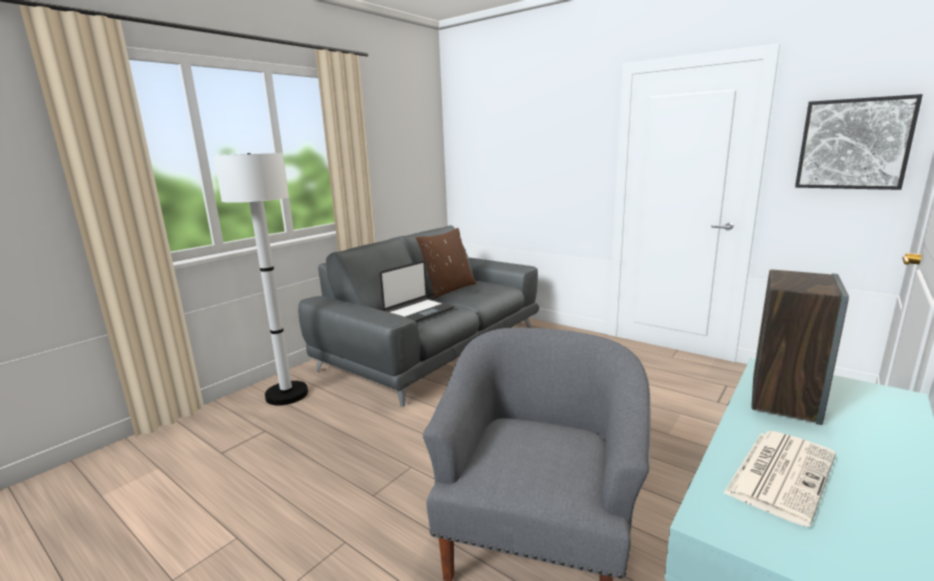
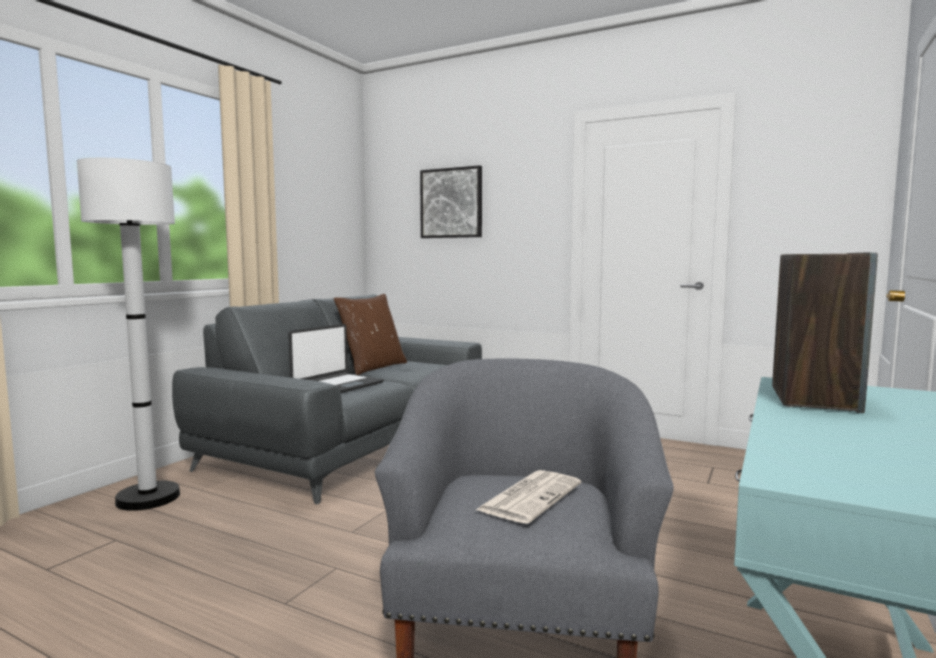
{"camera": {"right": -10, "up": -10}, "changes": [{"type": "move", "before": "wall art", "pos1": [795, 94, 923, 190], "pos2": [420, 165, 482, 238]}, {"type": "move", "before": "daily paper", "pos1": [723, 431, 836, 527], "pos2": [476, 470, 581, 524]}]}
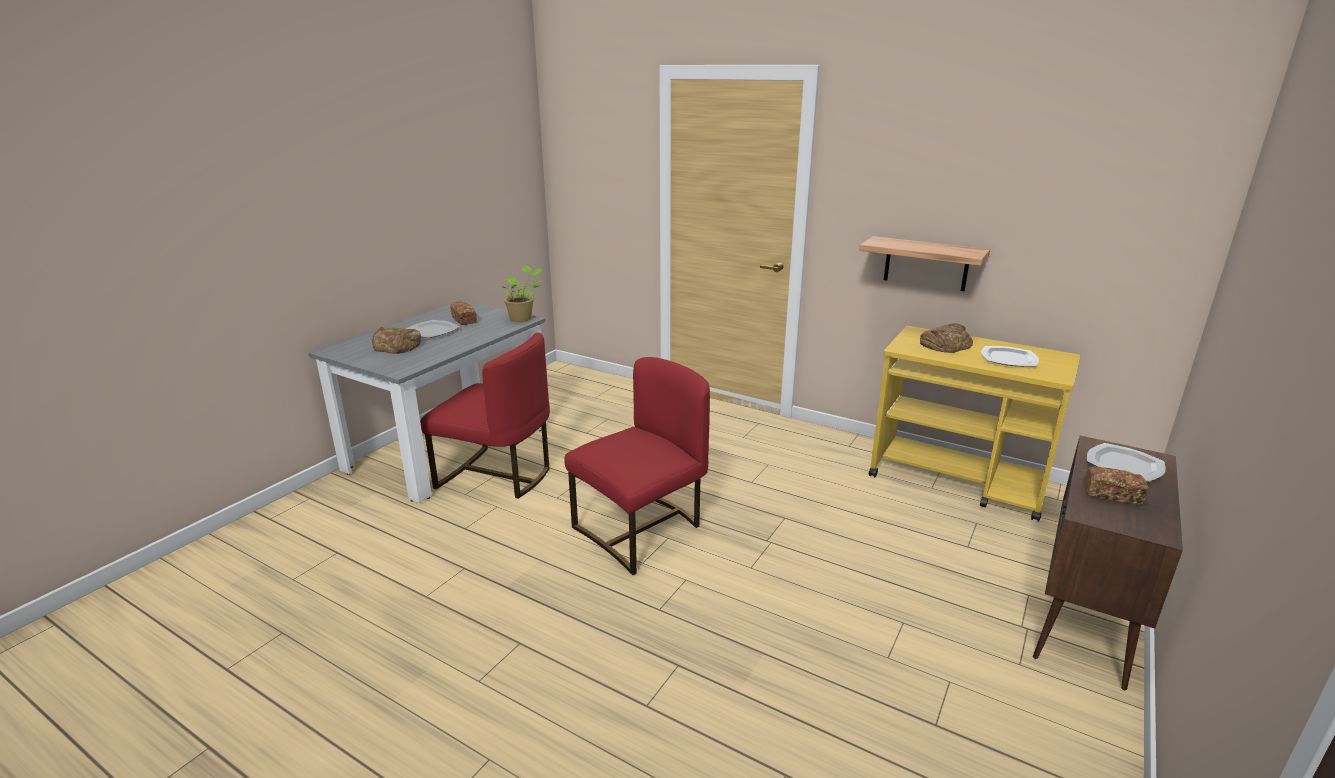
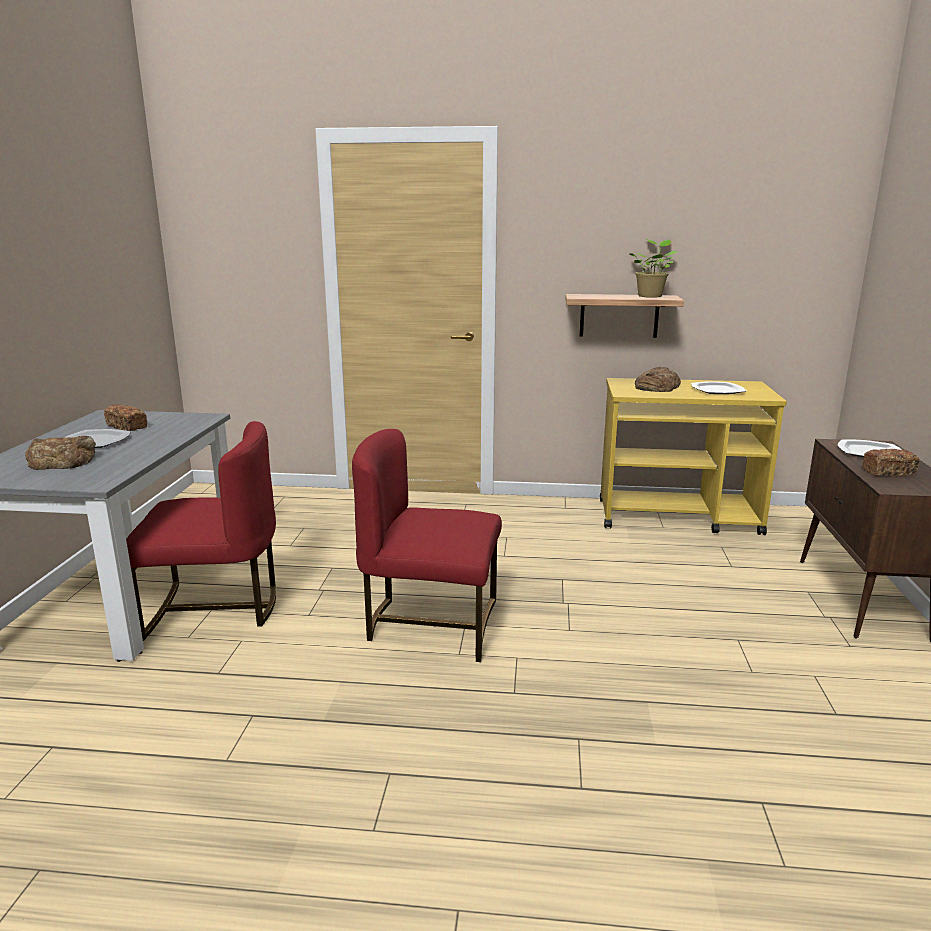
{"camera": {"right": -25, "up": -5}, "changes": [{"type": "move", "before": "plant in a pot", "pos1": [500, 265, 542, 322], "pos2": [629, 239, 677, 298]}, {"type": "rotate", "before": "reddish upright chair", "pos1": [564, 357, 710, 575], "pos2": [352, 429, 502, 662], "turn": -105}]}
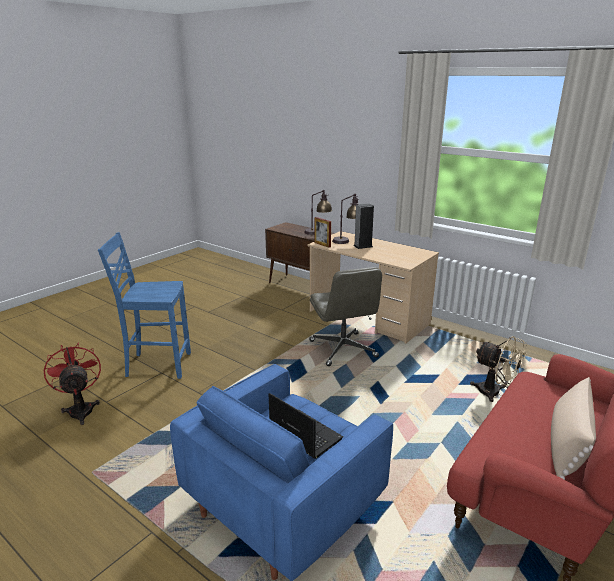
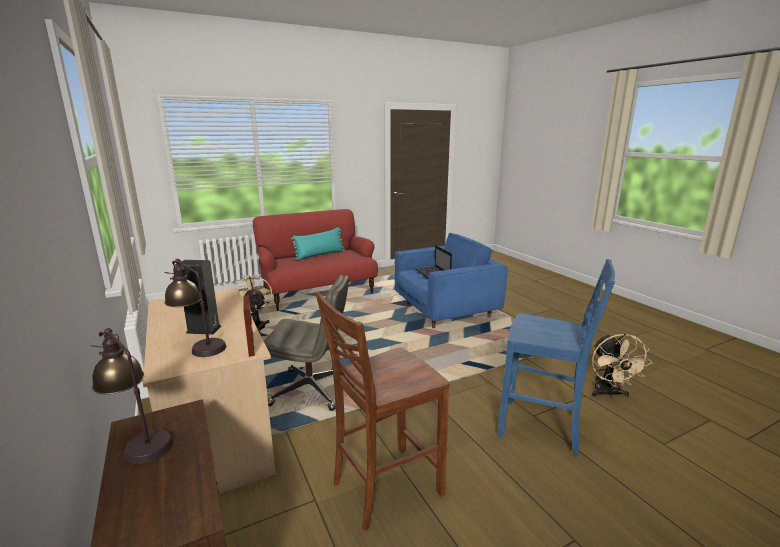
{"camera": {"right": -155, "up": -5}, "changes": [{"type": "rotate", "before": "gray computer chair", "pos1": [309, 267, 382, 366], "pos2": [264, 275, 349, 411], "turn": 90}, {"type": "recolor", "before": "reddish cooling fan", "after": "sand-coloured cooling fan", "pos1": [44, 342, 101, 425], "pos2": [592, 333, 652, 398]}, {"type": "recolor", "before": "sand-coloured throw pillow", "after": "turquoise throw pillow", "pos1": [551, 377, 596, 480], "pos2": [291, 227, 345, 260]}, {"type": "insert", "after": "brown upright chair", "pos2": [315, 291, 450, 531]}]}
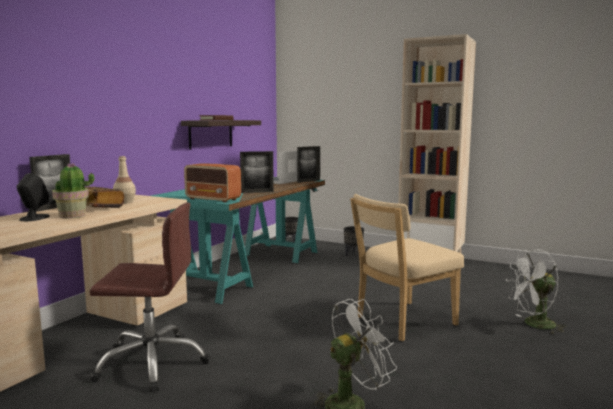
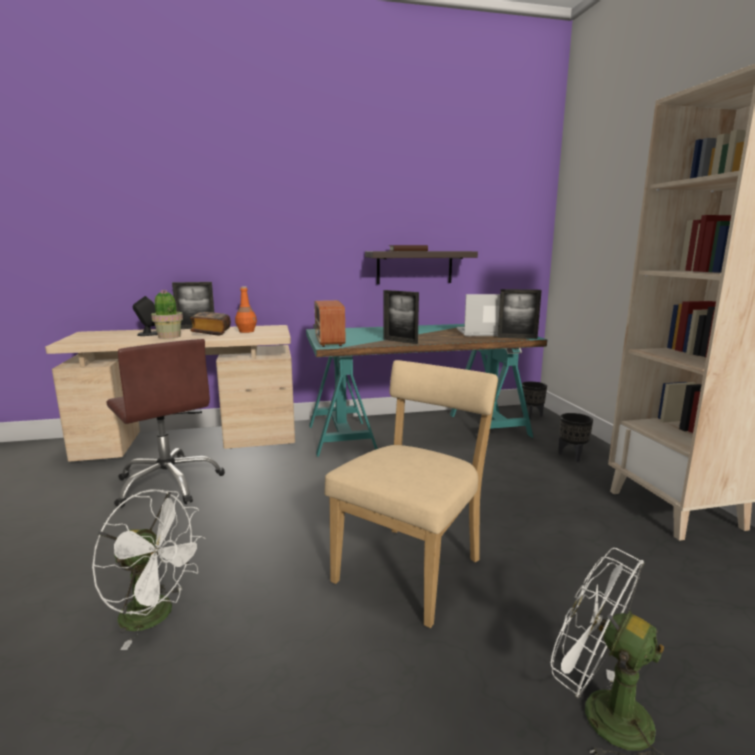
{"camera": {"right": 50, "up": 5}, "changes": [{"type": "recolor", "before": "sand-coloured beverage bottle", "after": "orange-coloured beverage bottle", "pos1": [113, 156, 136, 203], "pos2": [235, 286, 257, 333]}, {"type": "rotate", "before": "sand-coloured upright chair", "pos1": [350, 194, 464, 341], "pos2": [324, 360, 498, 628], "turn": 105}]}
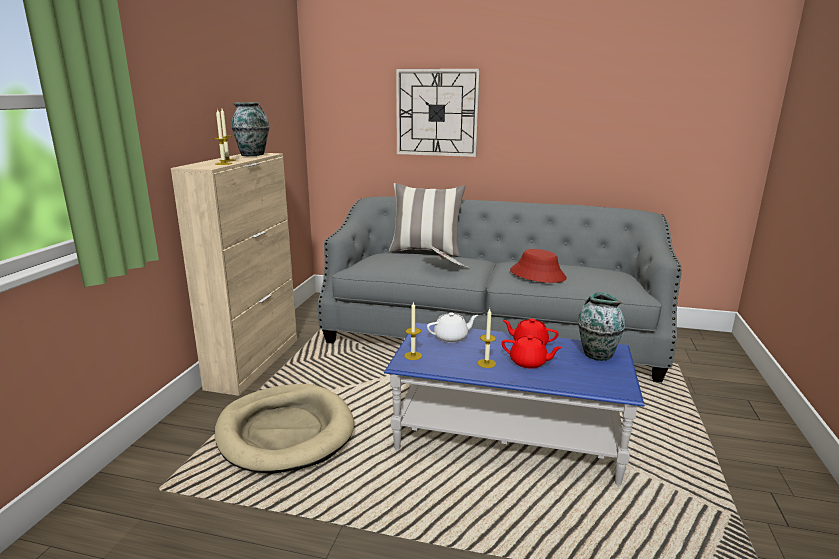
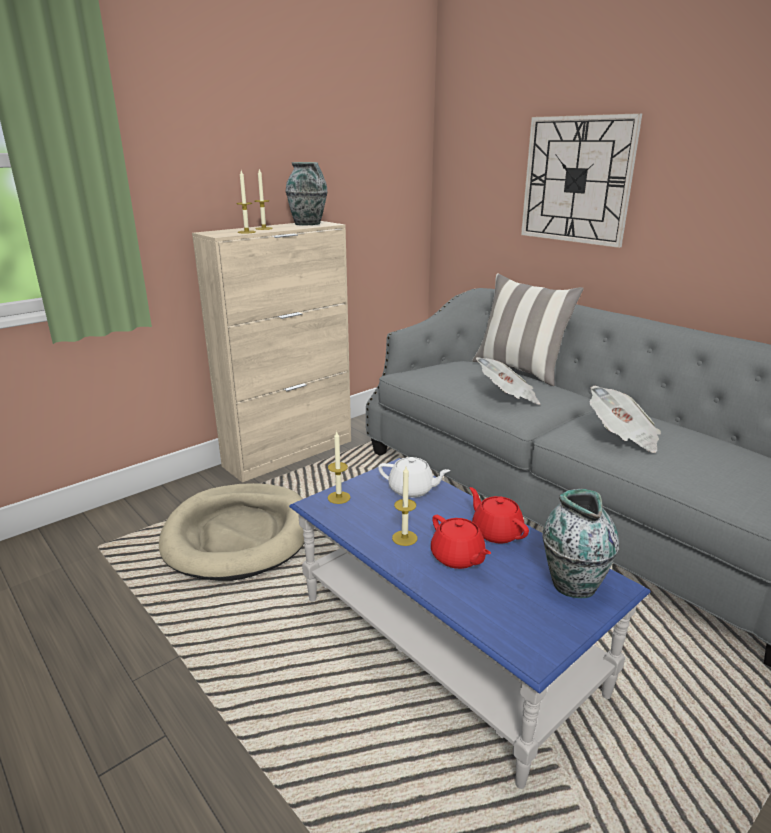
{"camera": {"right": 35, "up": 5}, "changes": [{"type": "replace", "before": "reddish wearable hat", "after": "daily paper", "pos1": [510, 249, 567, 283], "pos2": [589, 386, 661, 453]}]}
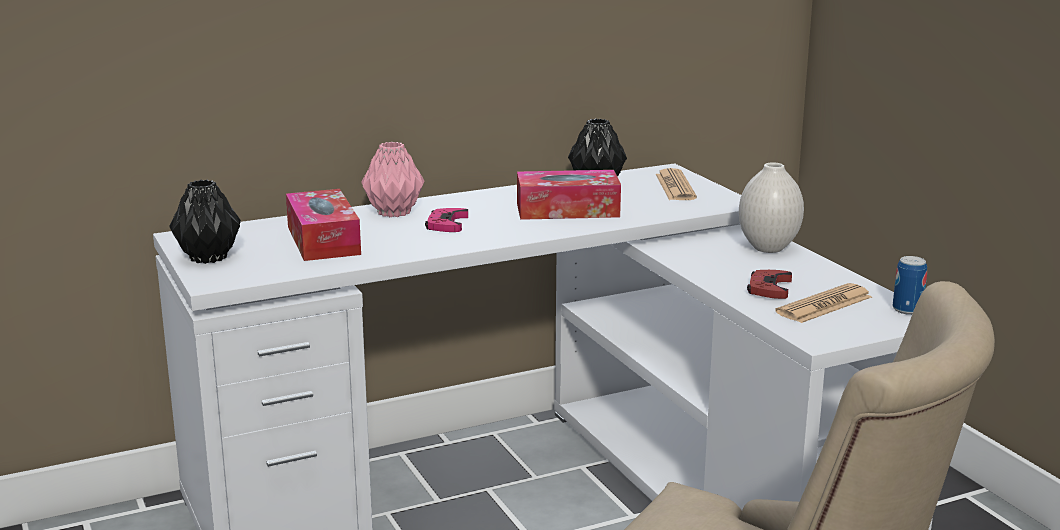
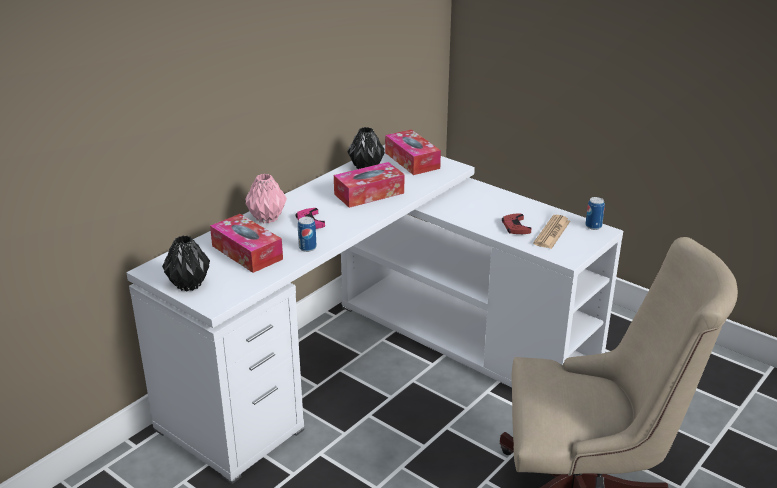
{"camera": {"right": -25, "up": 10}, "changes": [{"type": "delete", "before": "white flower vase", "pos1": [739, 162, 804, 253]}, {"type": "replace", "before": "daily paper", "after": "box of tissues", "pos1": [656, 168, 697, 200], "pos2": [385, 129, 441, 175]}, {"type": "insert", "after": "can", "pos2": [298, 217, 316, 252]}]}
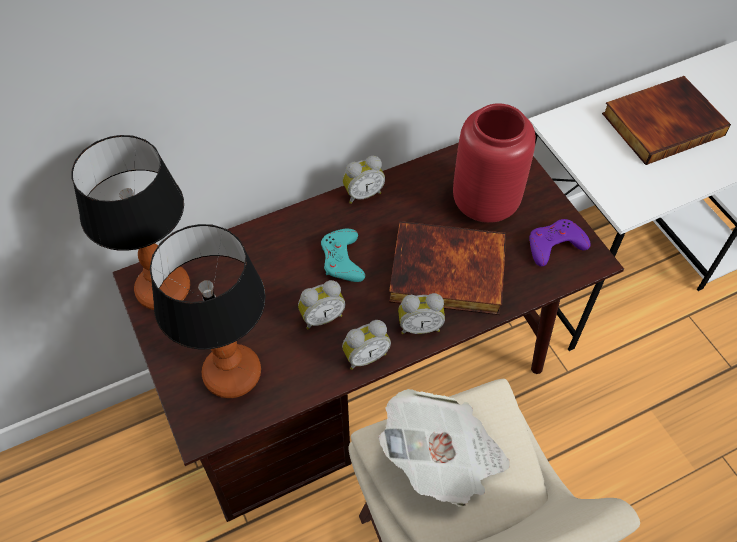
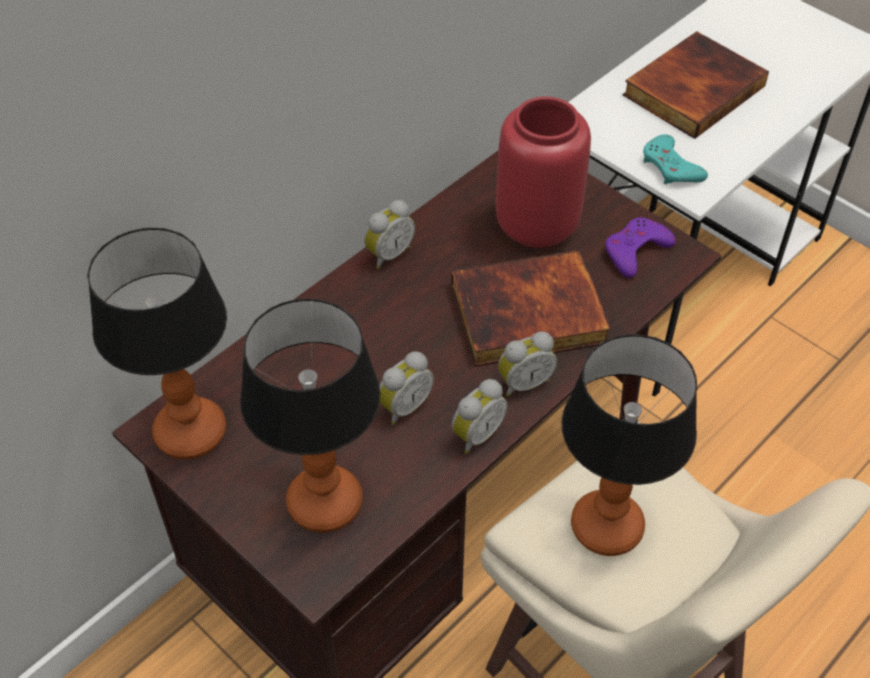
{"camera": {"right": -20, "up": -5}, "changes": [{"type": "move", "before": "turquoise gamepad", "pos1": [321, 228, 365, 282], "pos2": [643, 134, 708, 185]}, {"type": "replace", "before": "daily paper", "after": "table lamp", "pos1": [378, 389, 510, 507], "pos2": [562, 334, 697, 556]}]}
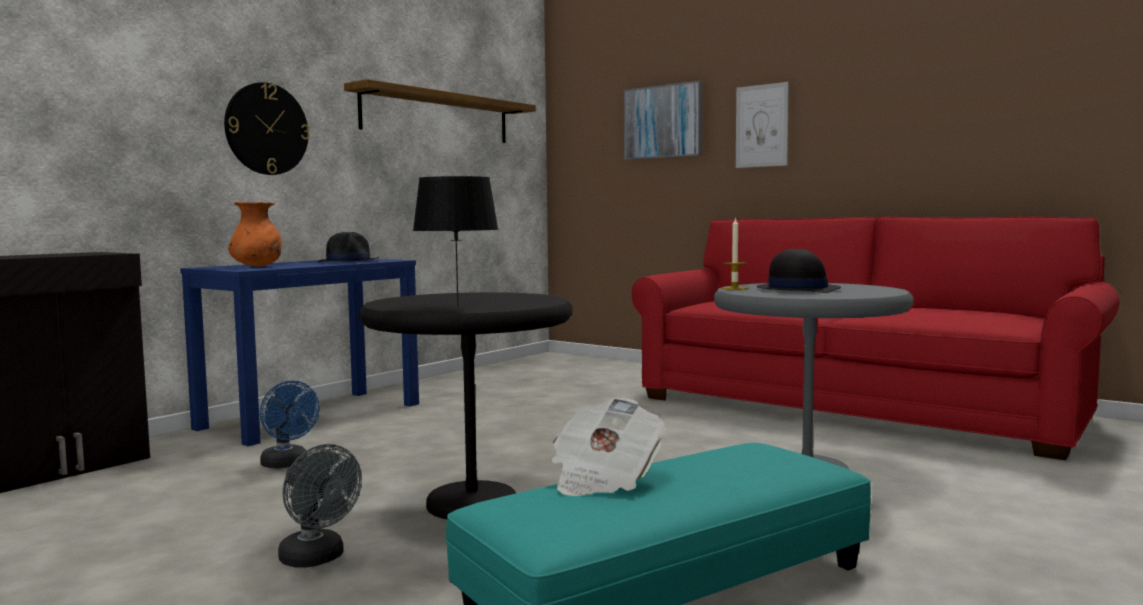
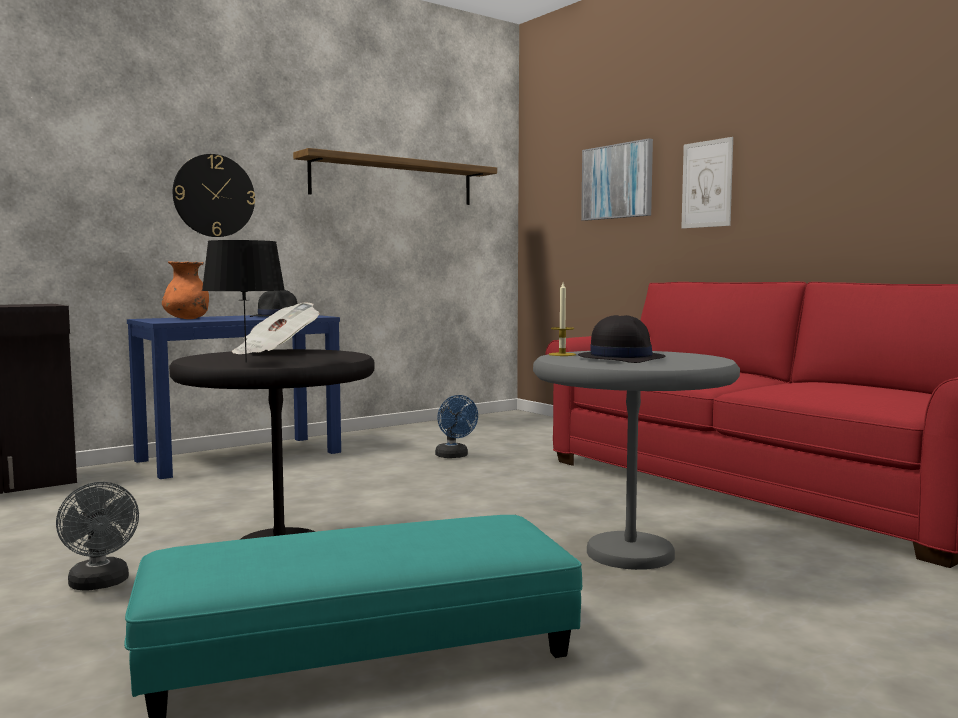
{"camera": {"right": 15, "up": 0}, "changes": [{"type": "move", "before": "blue-coloured cooling fan", "pos1": [260, 381, 320, 469], "pos2": [435, 395, 478, 458]}, {"type": "move", "before": "daily paper", "pos1": [551, 398, 667, 496], "pos2": [232, 302, 319, 354]}]}
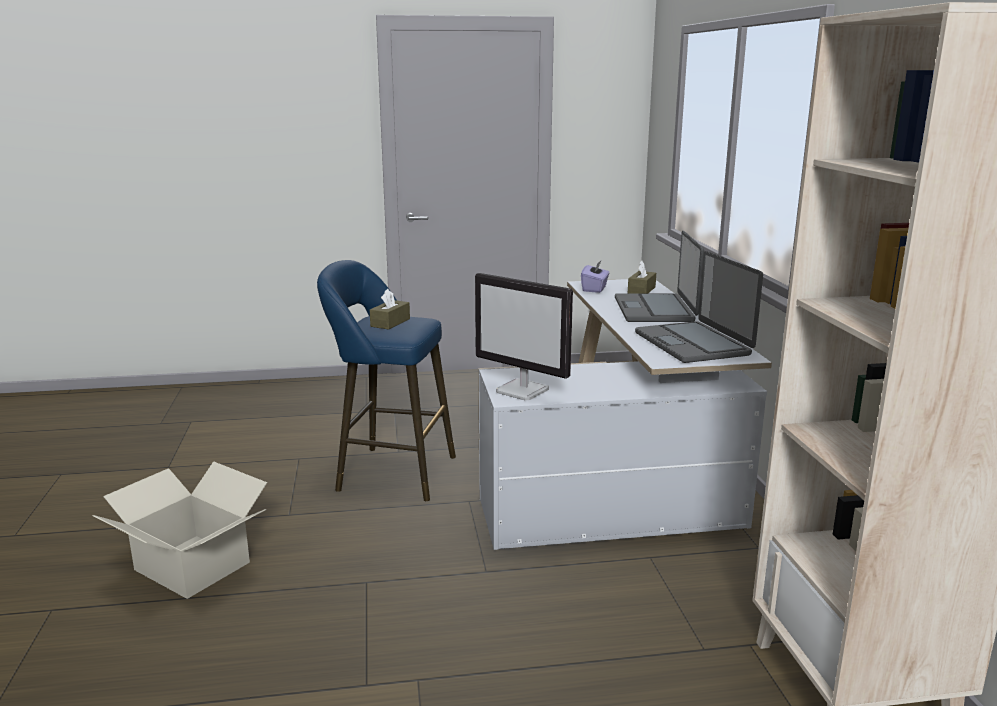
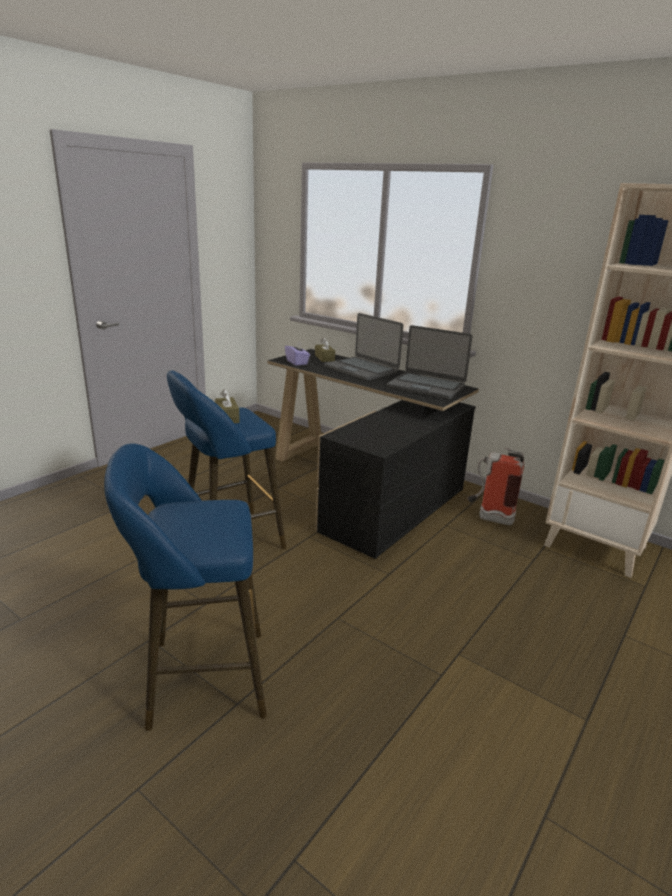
{"camera": {"right": -45, "up": 5}, "changes": [{"type": "delete", "before": "monitor", "pos1": [475, 273, 573, 400]}, {"type": "recolor", "before": "white desk table", "after": "black desk table", "pos1": [478, 279, 772, 550], "pos2": [267, 349, 479, 559]}, {"type": "replace", "before": "carton", "after": "blue-coloured sitting stool", "pos1": [93, 462, 267, 599], "pos2": [104, 443, 267, 731]}, {"type": "insert", "after": "fire-fighting cylinder", "pos2": [468, 448, 524, 525]}]}
